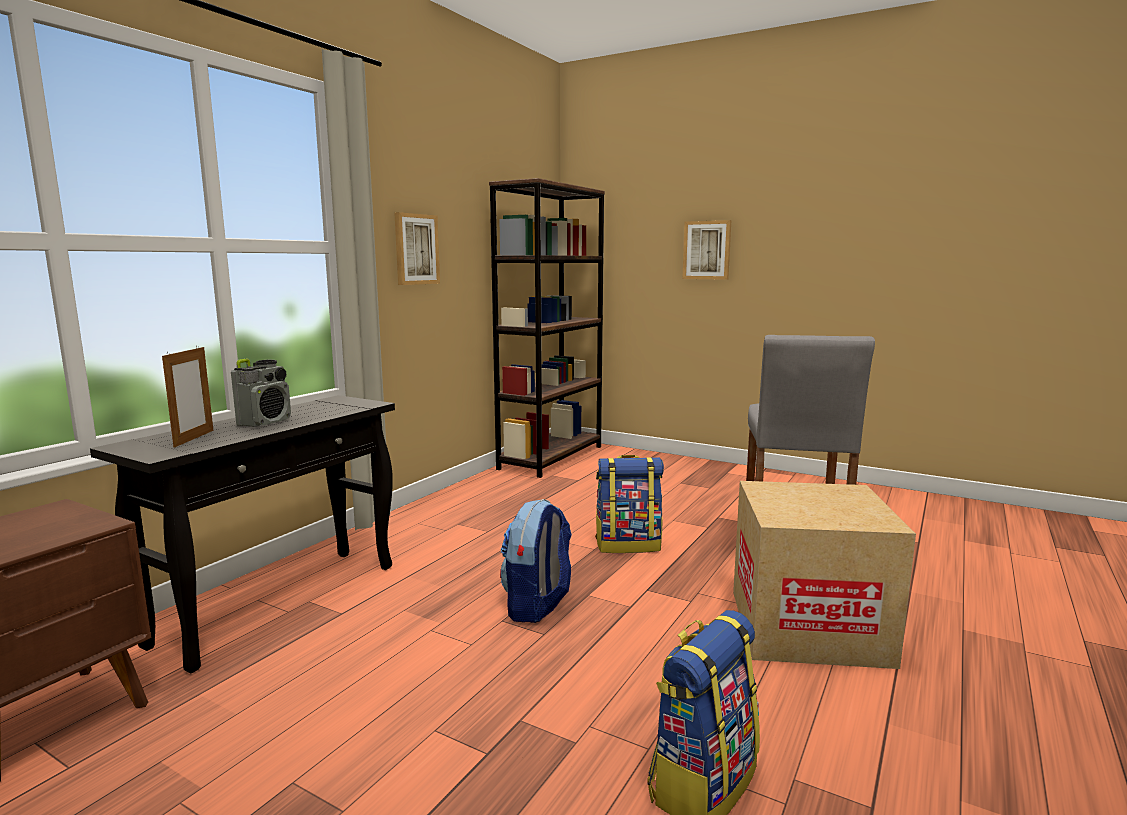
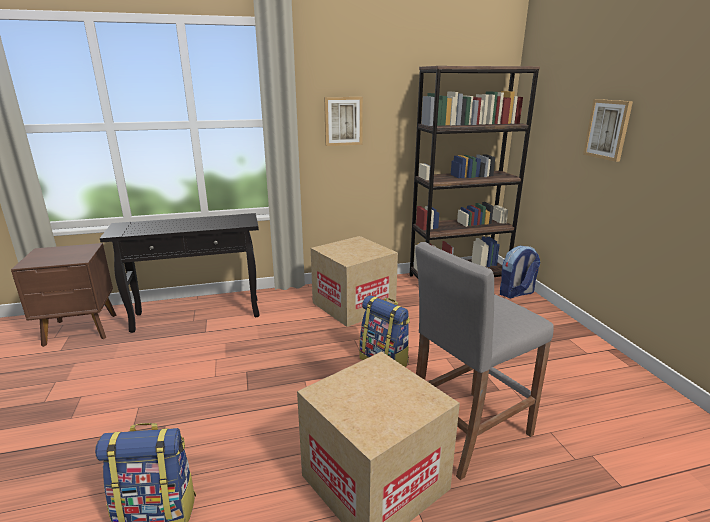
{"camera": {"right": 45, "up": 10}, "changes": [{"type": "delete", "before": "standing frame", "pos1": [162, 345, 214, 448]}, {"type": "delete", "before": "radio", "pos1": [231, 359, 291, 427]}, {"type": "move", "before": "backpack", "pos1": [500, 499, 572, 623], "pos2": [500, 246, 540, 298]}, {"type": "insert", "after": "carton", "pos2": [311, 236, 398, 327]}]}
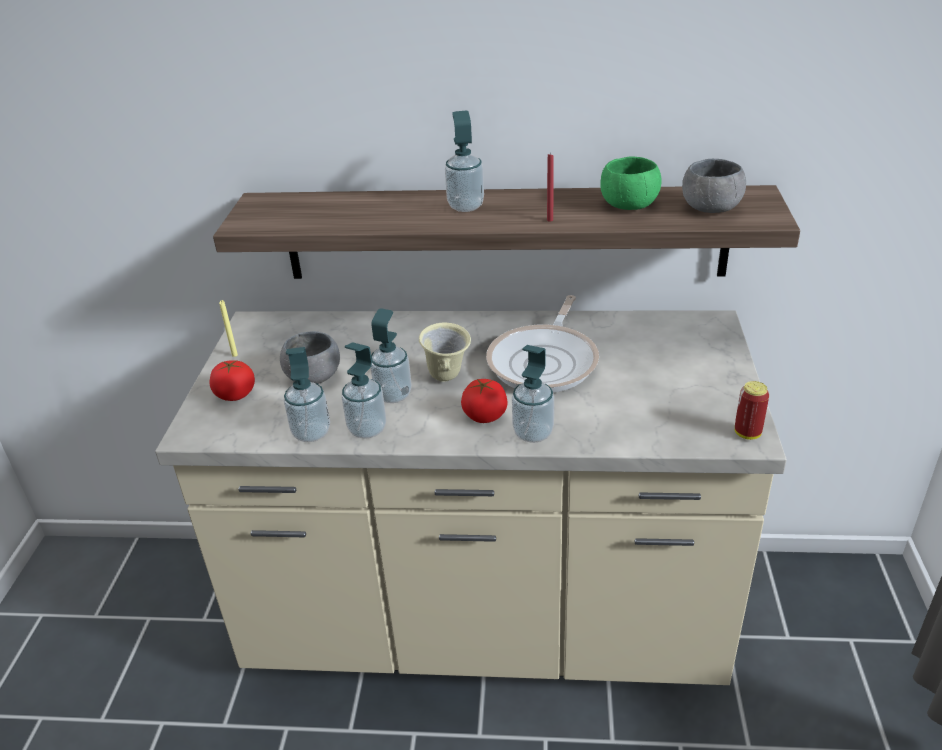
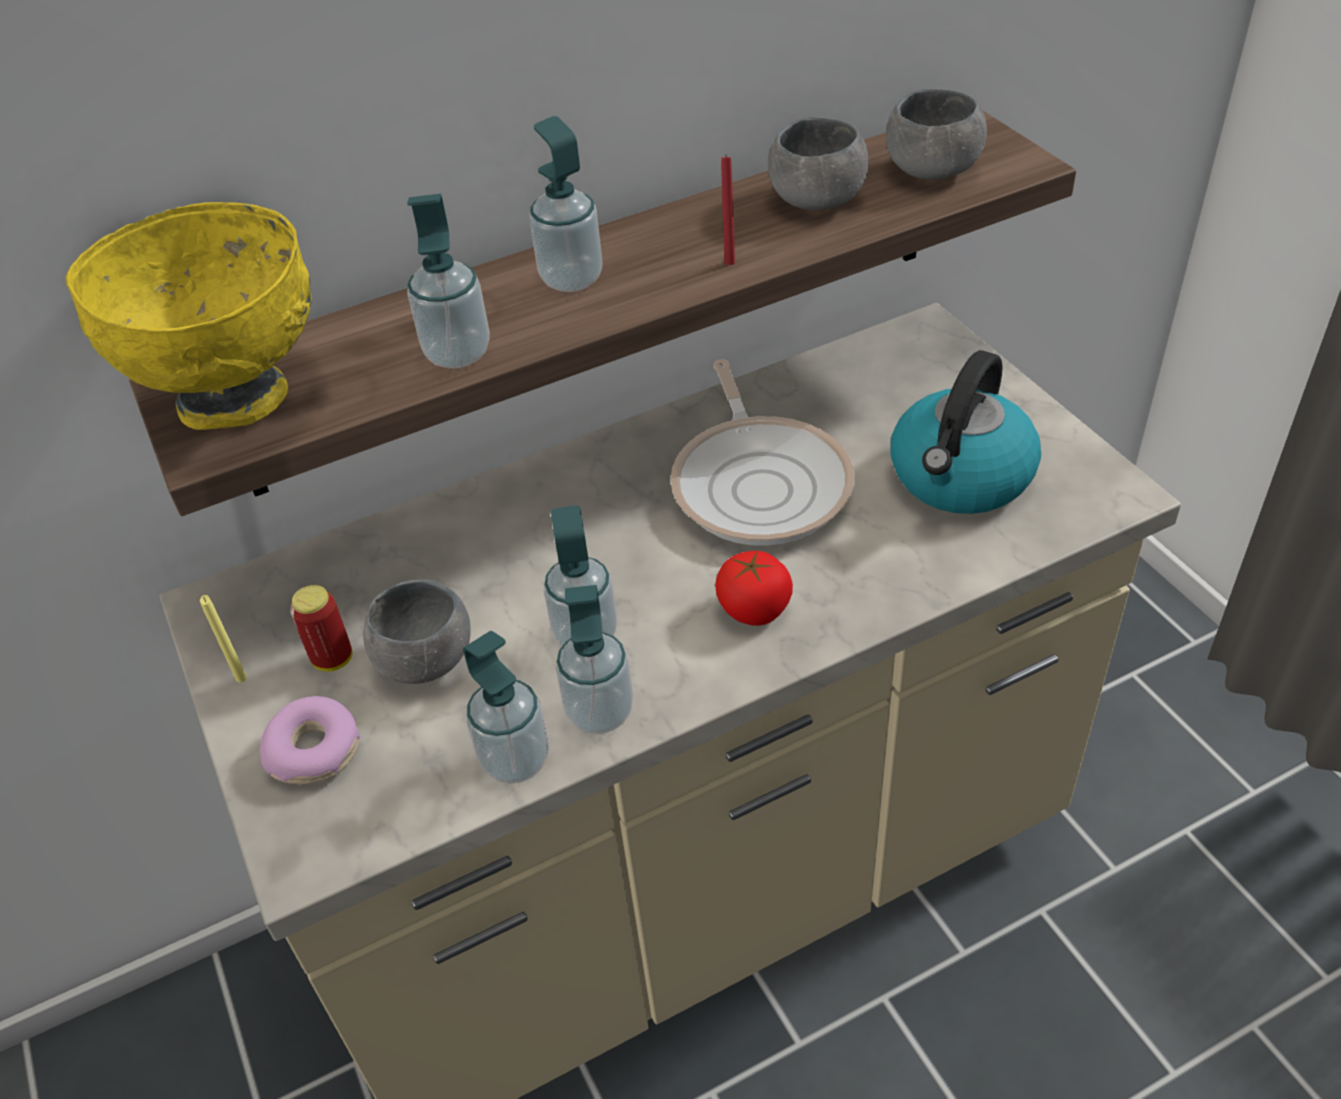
{"camera": {"right": -30, "up": 10}, "changes": [{"type": "recolor", "before": "green serving bowl", "after": "gray serving bowl", "pos1": [600, 157, 662, 210], "pos2": [768, 117, 869, 210]}, {"type": "delete", "before": "sand-coloured coffee mug", "pos1": [419, 323, 471, 382]}, {"type": "move", "before": "soap bottle", "pos1": [512, 345, 554, 443], "pos2": [407, 194, 490, 368]}, {"type": "replace", "before": "tomato", "after": "donut", "pos1": [209, 360, 255, 401], "pos2": [260, 696, 360, 784]}, {"type": "move", "before": "can", "pos1": [735, 381, 769, 440], "pos2": [290, 585, 352, 672]}, {"type": "insert", "after": "yellow-coloured serving bowl", "pos2": [66, 202, 312, 430]}, {"type": "insert", "after": "water kettle", "pos2": [891, 350, 1041, 514]}]}
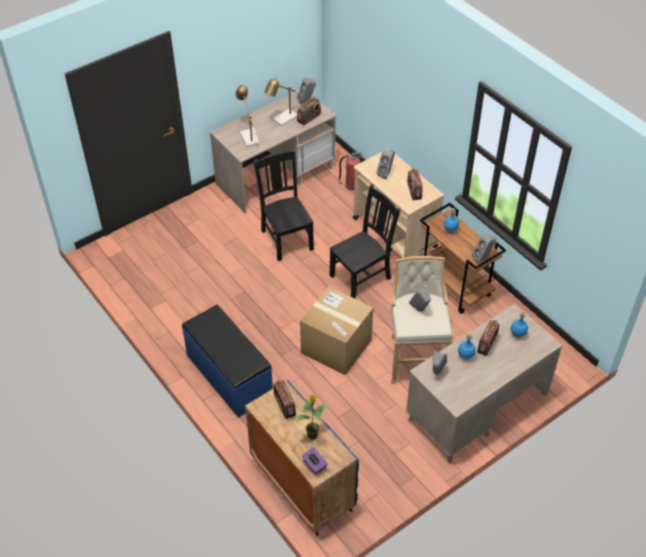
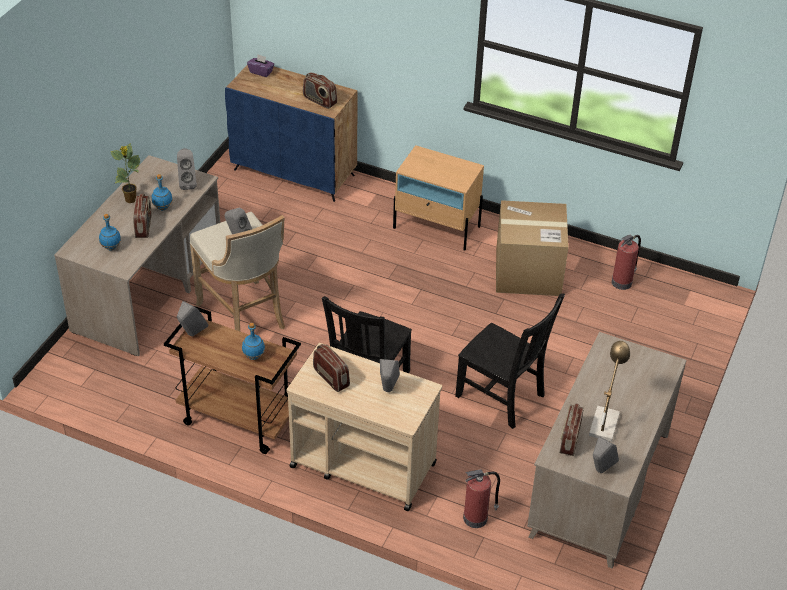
{"camera": {"right": 150, "up": -5}, "changes": [{"type": "delete", "before": "table lamp", "pos1": [236, 85, 260, 147]}, {"type": "move", "before": "carton", "pos1": [300, 286, 374, 375], "pos2": [496, 200, 569, 296]}, {"type": "replace", "before": "blue-coloured bench", "after": "sand-coloured bedside table", "pos1": [182, 305, 273, 418], "pos2": [393, 145, 484, 251]}, {"type": "move", "before": "plant in a pot", "pos1": [296, 395, 329, 440], "pos2": [110, 143, 140, 203]}, {"type": "insert", "after": "fire-fighting cylinder", "pos2": [612, 235, 641, 290]}]}
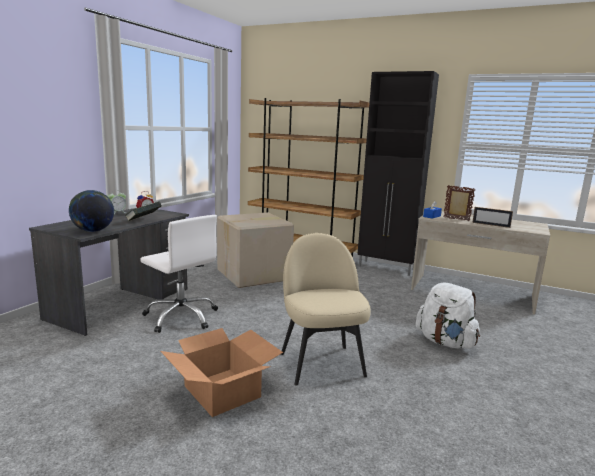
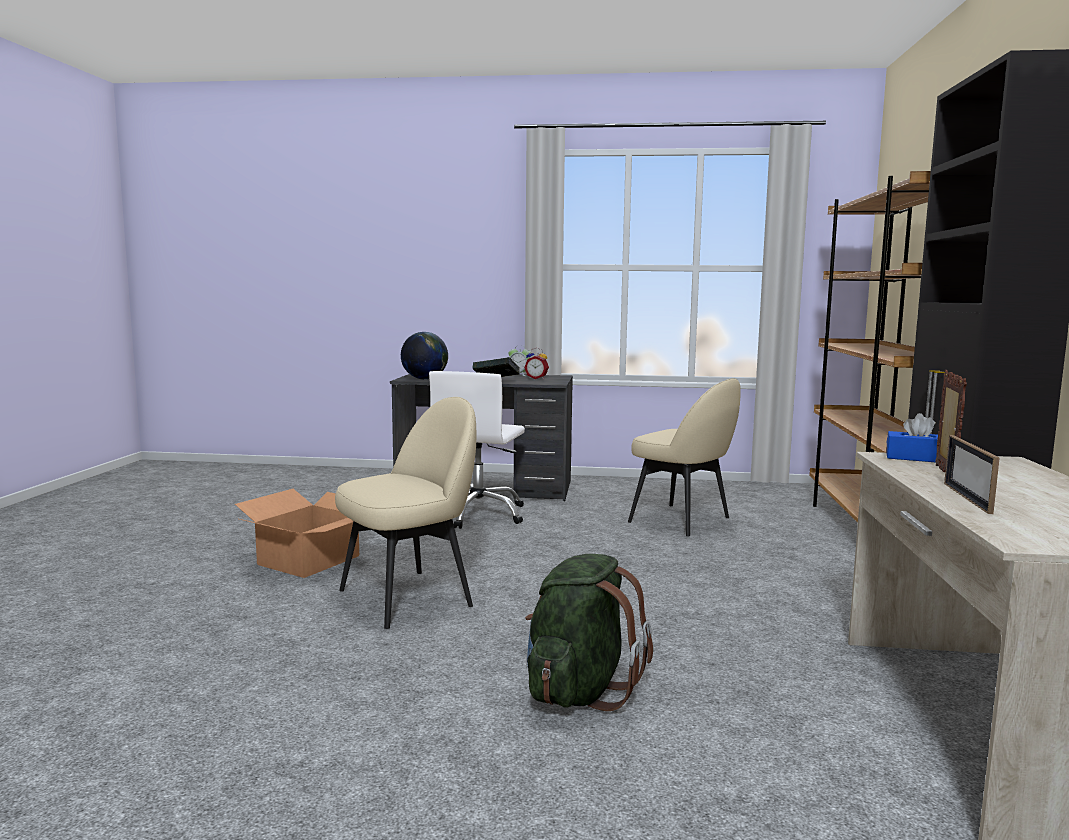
{"camera": {"right": 70, "up": -5}, "changes": [{"type": "replace", "before": "carton", "after": "sand-coloured upright chair", "pos1": [217, 213, 294, 288], "pos2": [628, 378, 741, 536]}, {"type": "recolor", "before": "white backpack", "after": "green backpack", "pos1": [416, 283, 480, 349], "pos2": [525, 554, 653, 711]}]}
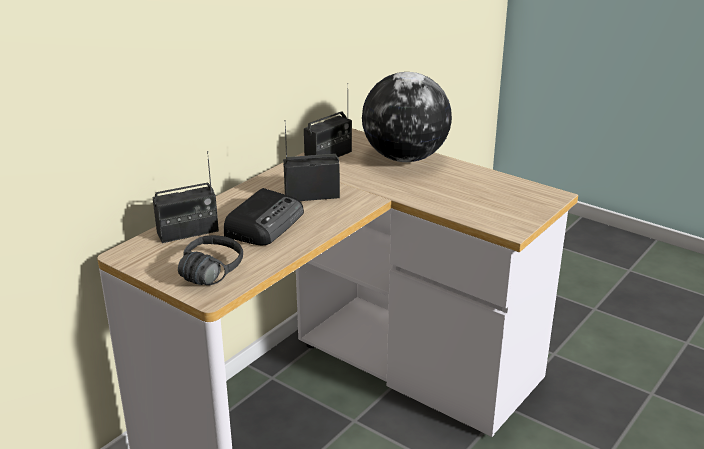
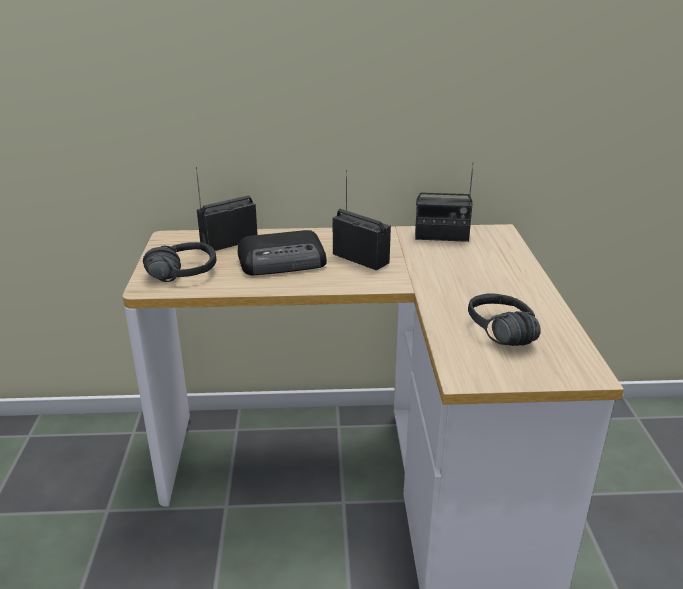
{"camera": {"right": 50, "up": 0}, "changes": [{"type": "delete", "before": "world globe", "pos1": [362, 72, 452, 162]}, {"type": "rotate", "before": "radio", "pos1": [152, 151, 219, 243], "pos2": [196, 167, 258, 251], "turn": 120}, {"type": "insert", "after": "black headset", "pos2": [468, 293, 541, 346]}]}
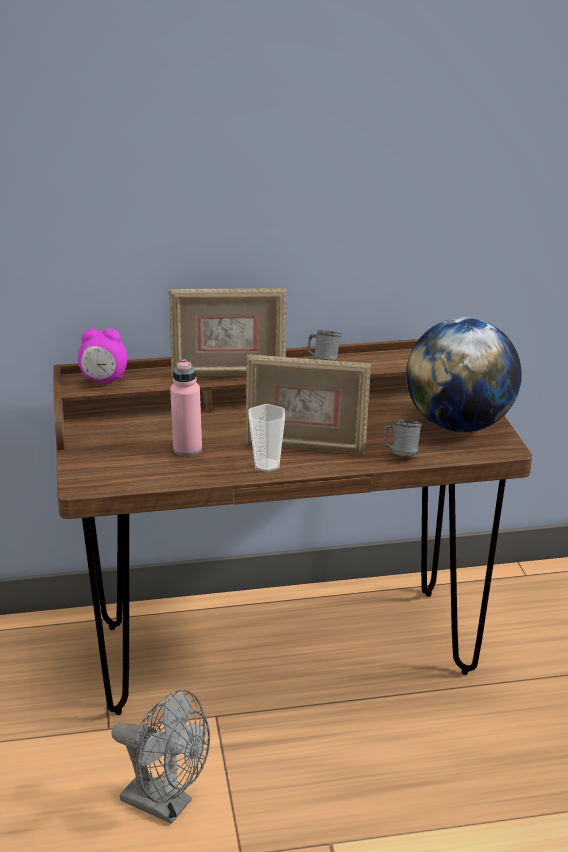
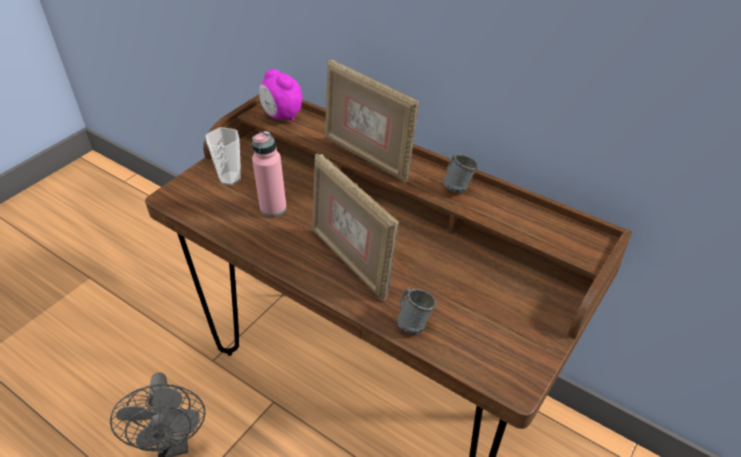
{"camera": {"right": 45, "up": 15}, "changes": [{"type": "delete", "before": "world globe", "pos1": [406, 317, 522, 432]}, {"type": "move", "before": "cup", "pos1": [249, 404, 285, 472], "pos2": [206, 127, 241, 185]}]}
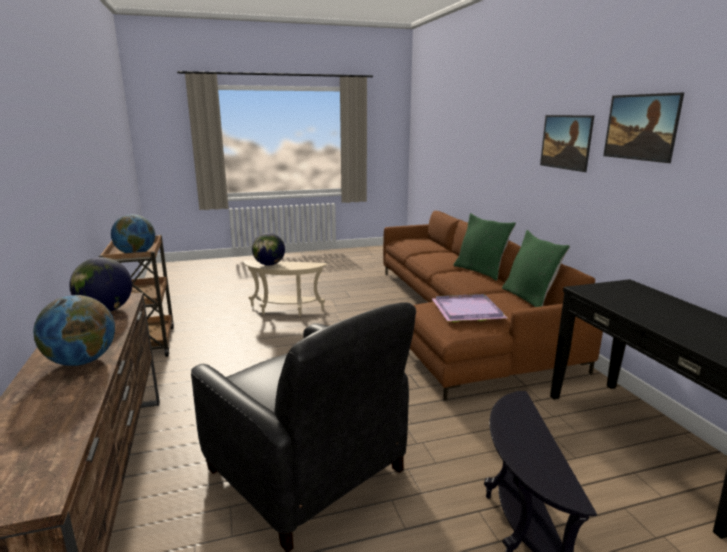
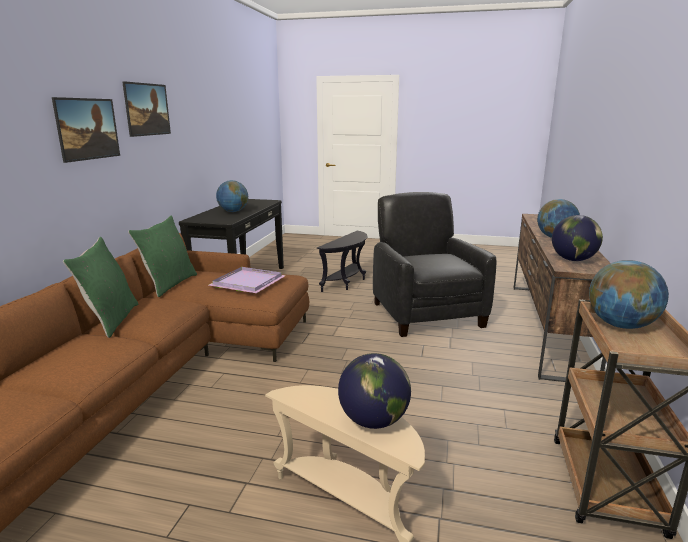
{"camera": {"right": -150, "up": 0}, "changes": [{"type": "insert", "after": "world globe", "pos2": [216, 180, 248, 212]}]}
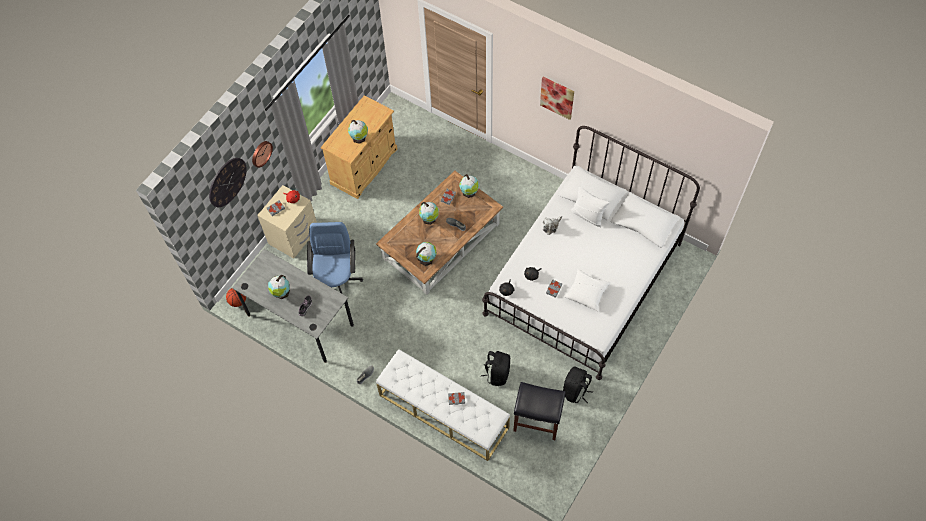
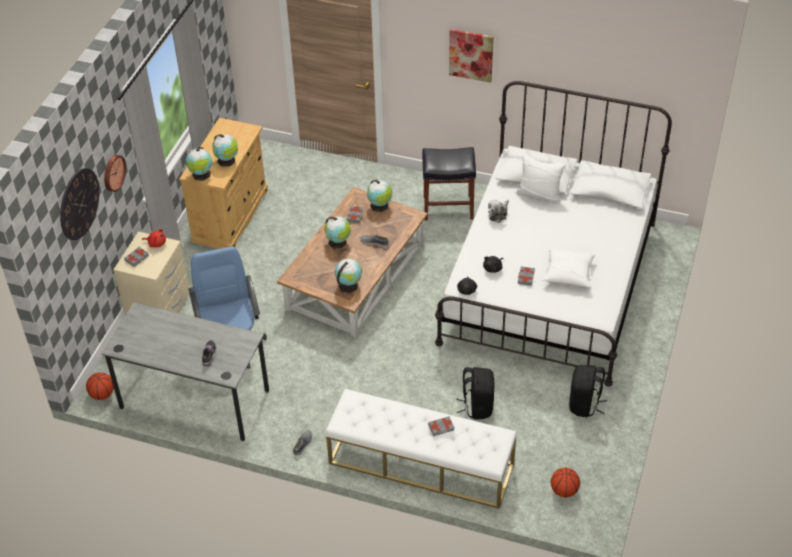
{"camera": {"right": -15, "up": -15}, "changes": [{"type": "move", "before": "world globe", "pos1": [268, 275, 290, 299], "pos2": [186, 147, 212, 181]}, {"type": "move", "before": "black sitting stool", "pos1": [513, 382, 566, 440], "pos2": [422, 147, 476, 221]}, {"type": "insert", "after": "basketball", "pos2": [551, 468, 580, 498]}]}
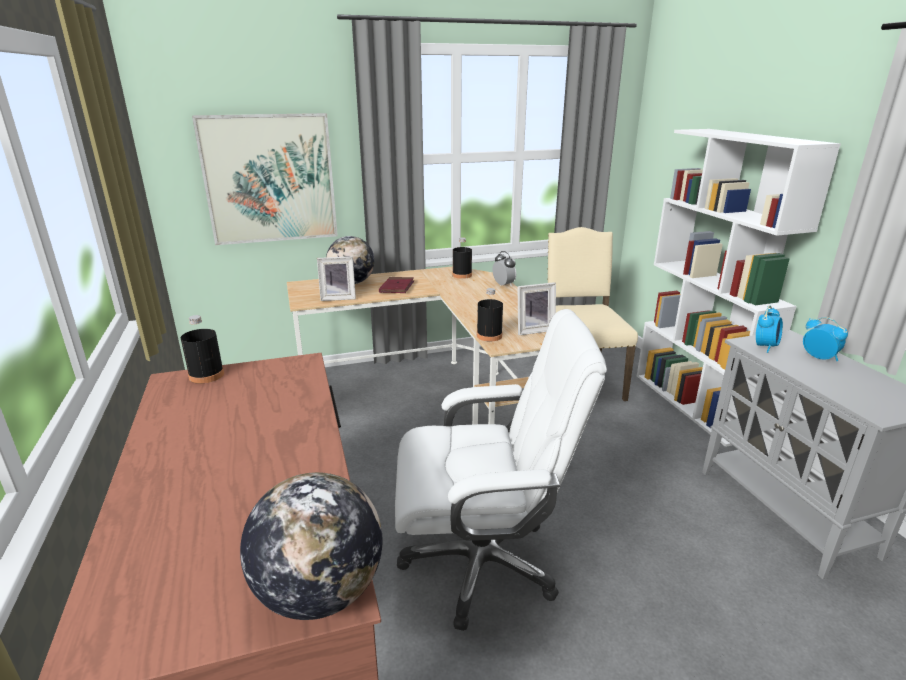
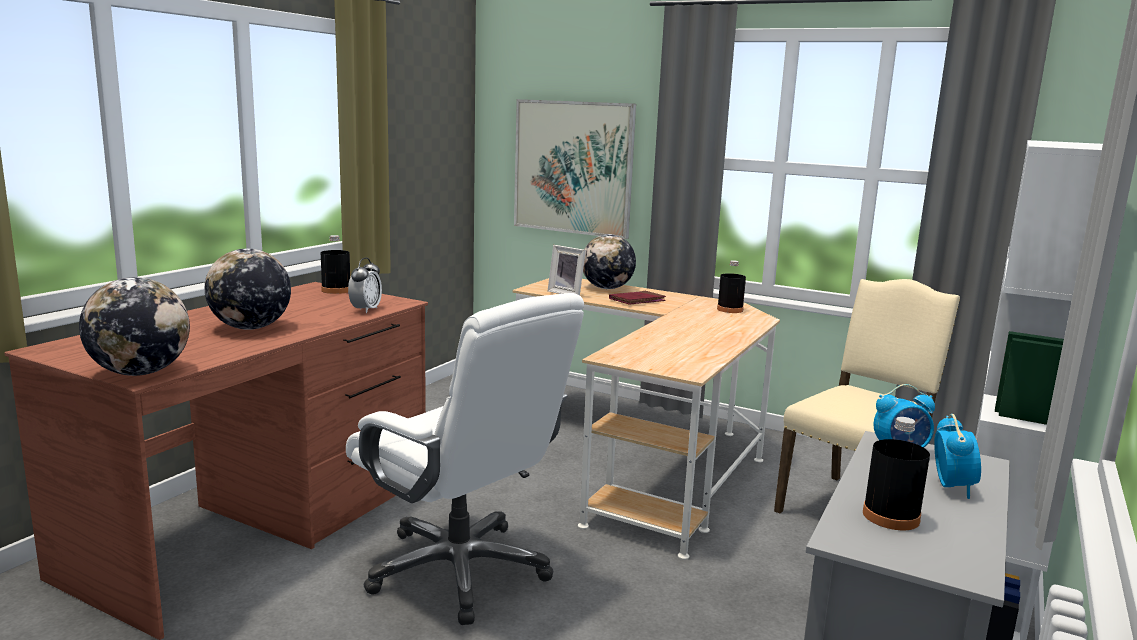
{"camera": {"right": 45, "up": -10}, "changes": [{"type": "move", "before": "alarm clock", "pos1": [492, 251, 516, 287], "pos2": [348, 258, 382, 313]}, {"type": "delete", "before": "standing frame", "pos1": [518, 282, 556, 335]}, {"type": "move", "before": "black beverage bottle", "pos1": [477, 288, 503, 342], "pos2": [863, 417, 930, 530]}, {"type": "insert", "after": "world globe", "pos2": [205, 248, 291, 330]}]}
